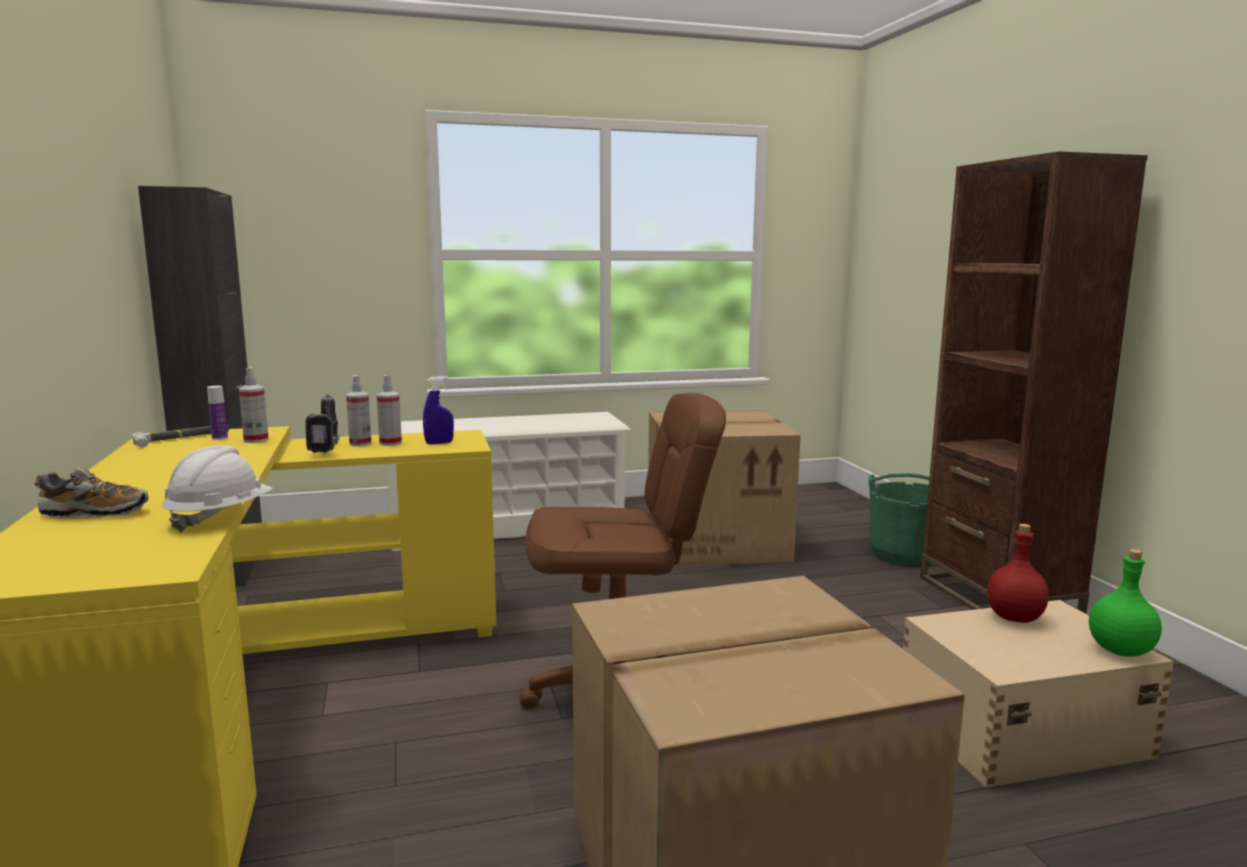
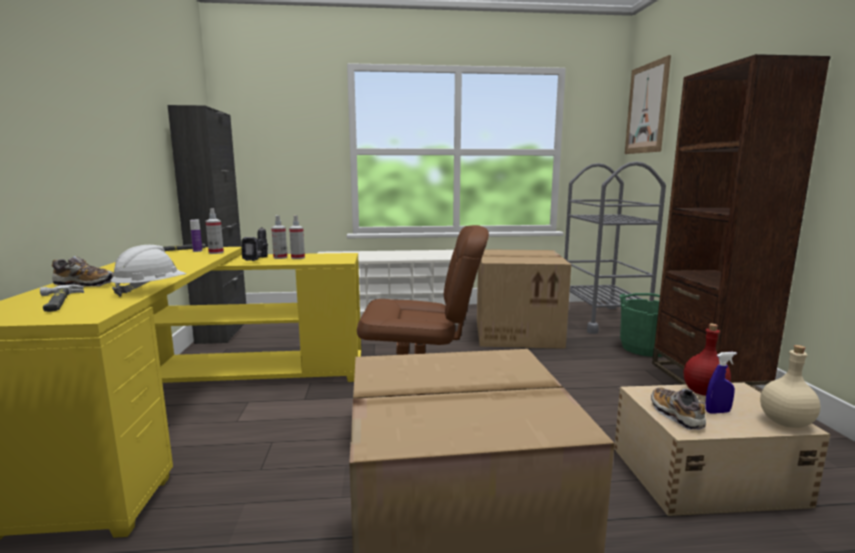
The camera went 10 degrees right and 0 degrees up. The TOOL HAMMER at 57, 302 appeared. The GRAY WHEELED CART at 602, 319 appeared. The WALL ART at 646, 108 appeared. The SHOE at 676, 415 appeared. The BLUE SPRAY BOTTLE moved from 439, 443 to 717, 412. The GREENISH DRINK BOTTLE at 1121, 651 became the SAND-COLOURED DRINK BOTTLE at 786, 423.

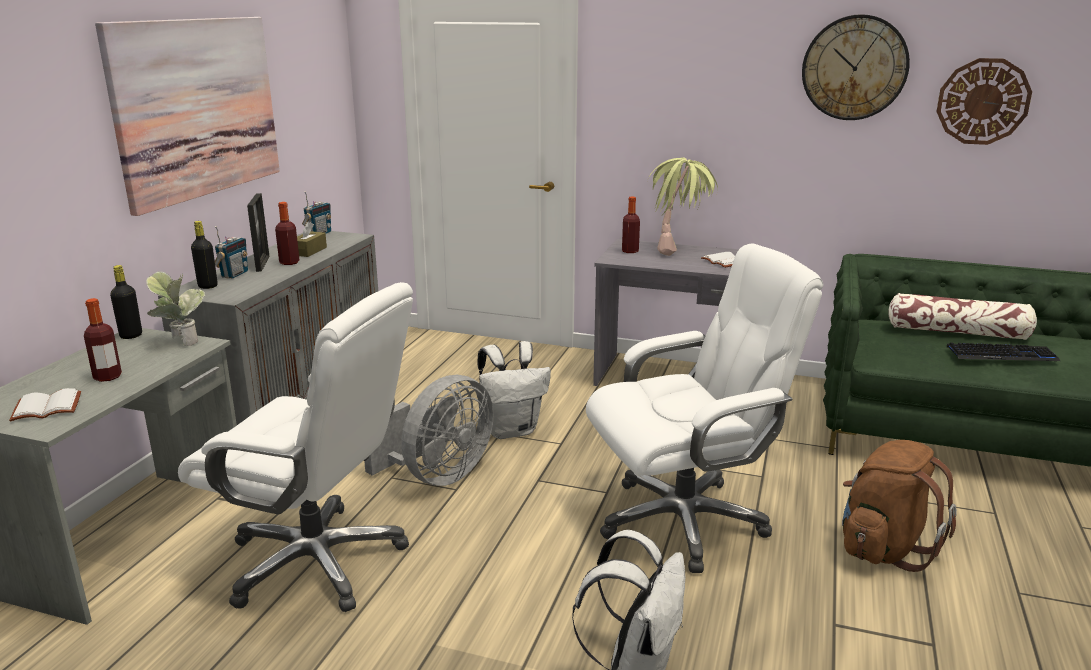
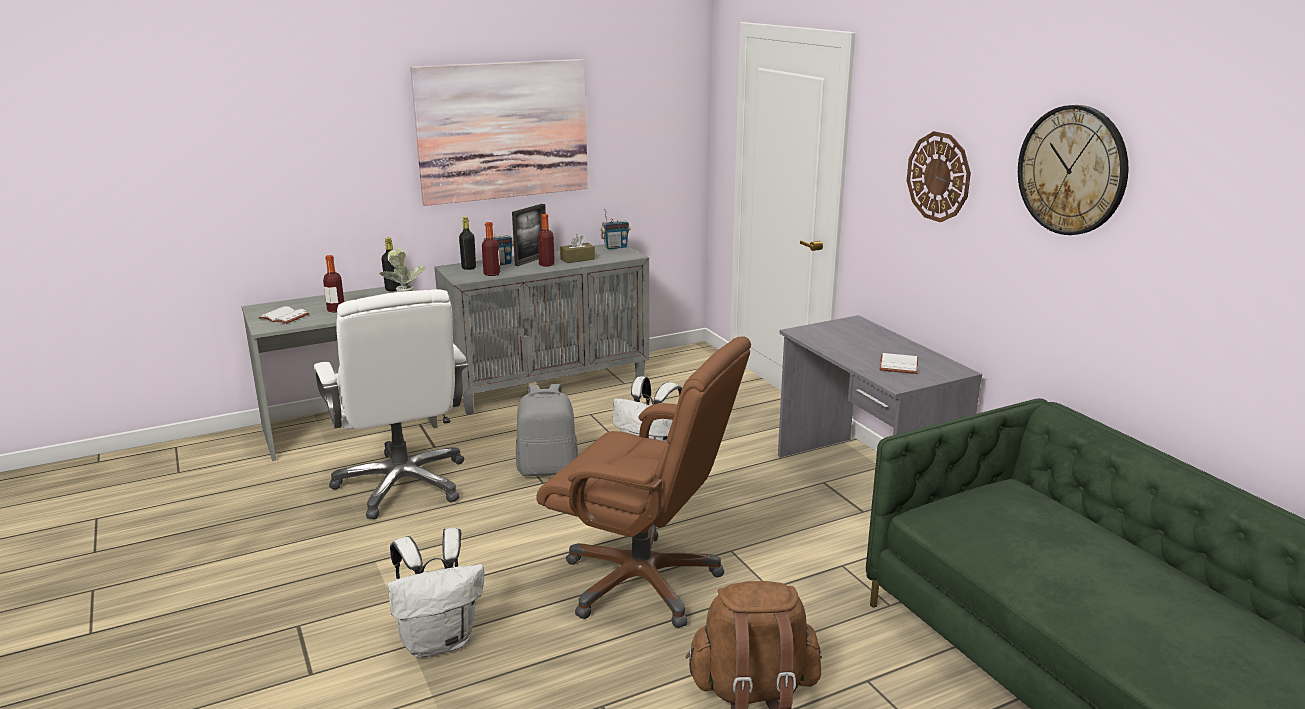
The camera went 45 degrees right and 0 degrees up. The DRINK BOTTLE moved from 630, 251 to 492, 274. The GRAY COOLING FAN at 438, 476 was replaced by the GRAY RUCKSACK at 548, 469. The WHITE DESK CHAIR at 684, 520 became the BROWN DESK CHAIR at 643, 582. The WALL CLOCK moved from 983, 101 to 938, 176. The POTTED PLANT at 679, 250 disappeared. The CUSHION at 957, 332 disappeared. The KEYBOARD at 1001, 354 disappeared.

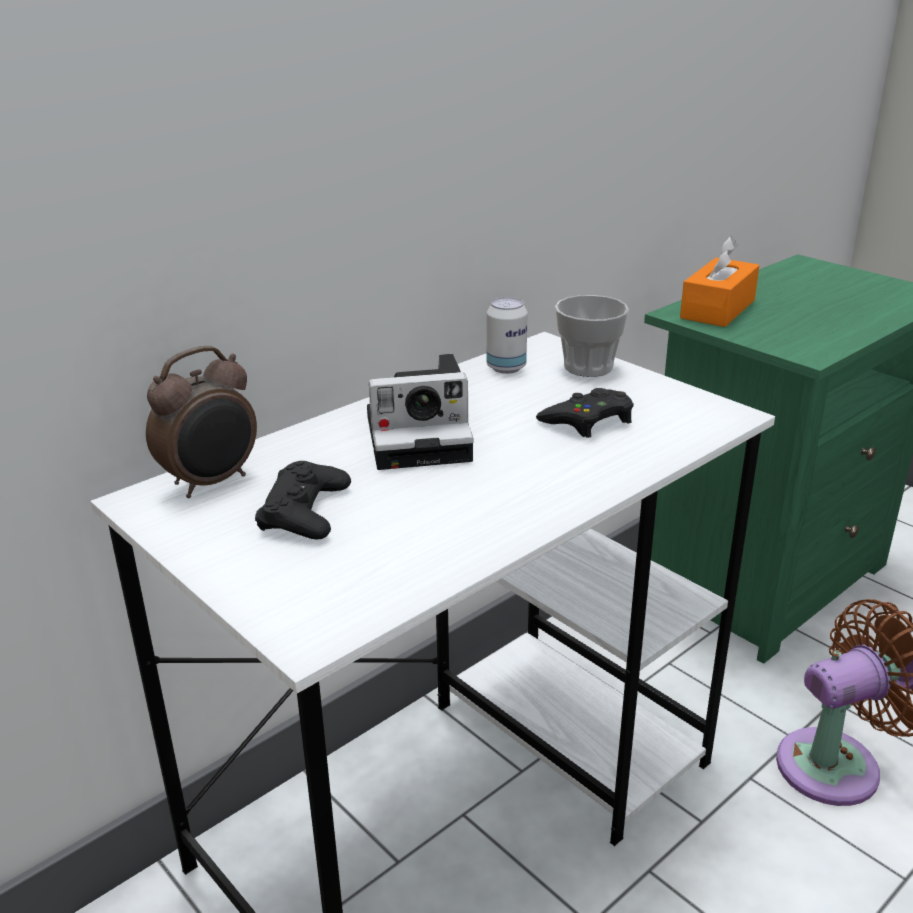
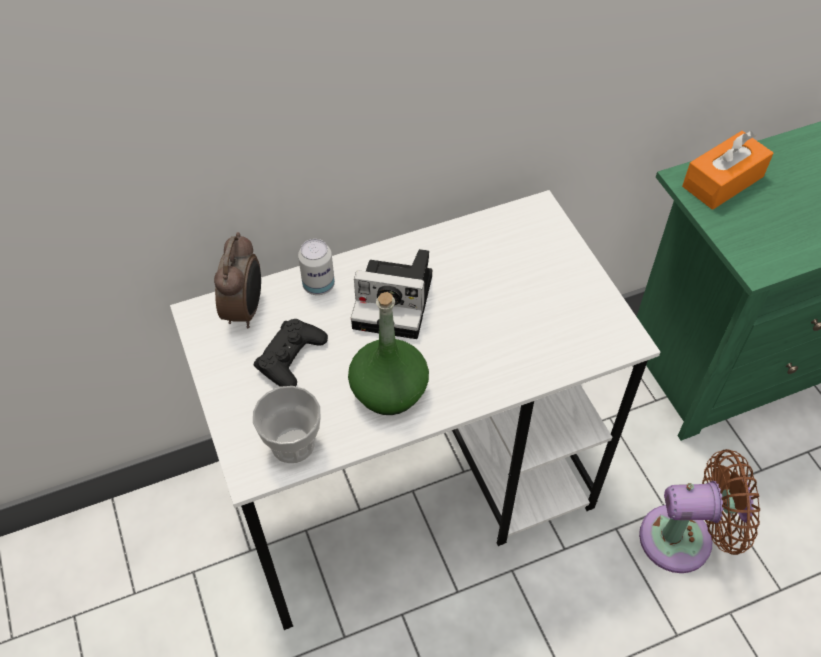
The camera went 20 degrees right and 25 degrees up. The TABLE CLOCK at 212, 482 turned 60 degrees counterclockwise. The SMALL CUP moved from 588, 367 to 293, 444. The SEALED CAN moved from 506, 368 to 318, 285. The GREENISH DRINK BOTTLE at 389, 391 appeared. The BLACK JOYPAD at 588, 421 disappeared.

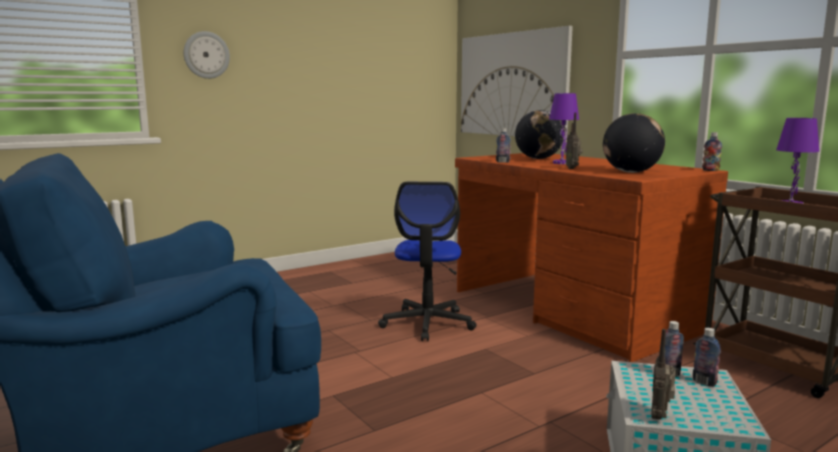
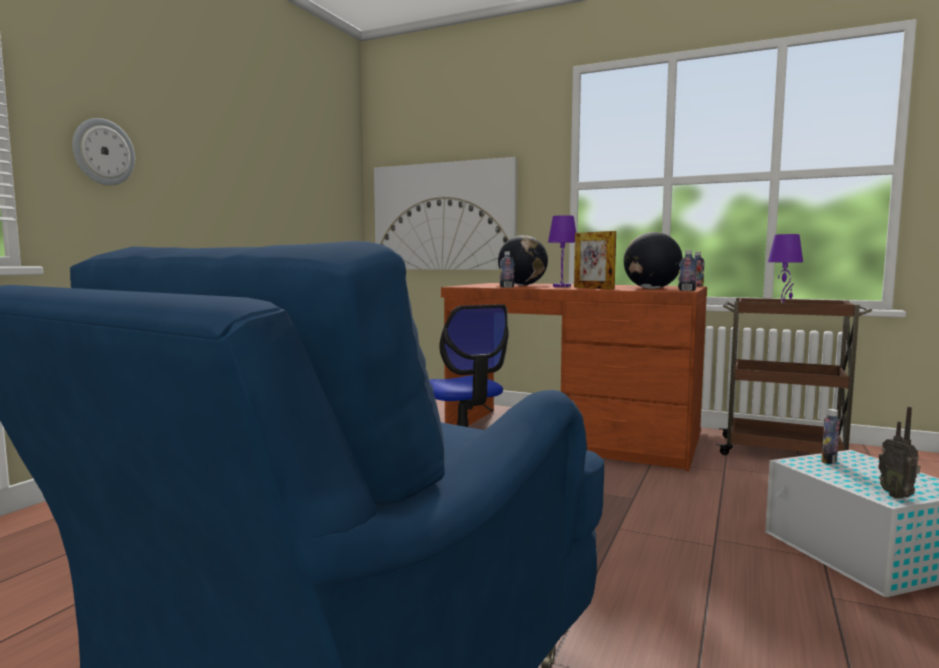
The camera went 30 degrees left and 5 degrees down. The RADIO RECEIVER at 573, 168 was replaced by the PHOTO FRAME at 593, 288. The DRINK BOTTLE moved from 704, 382 to 687, 290.

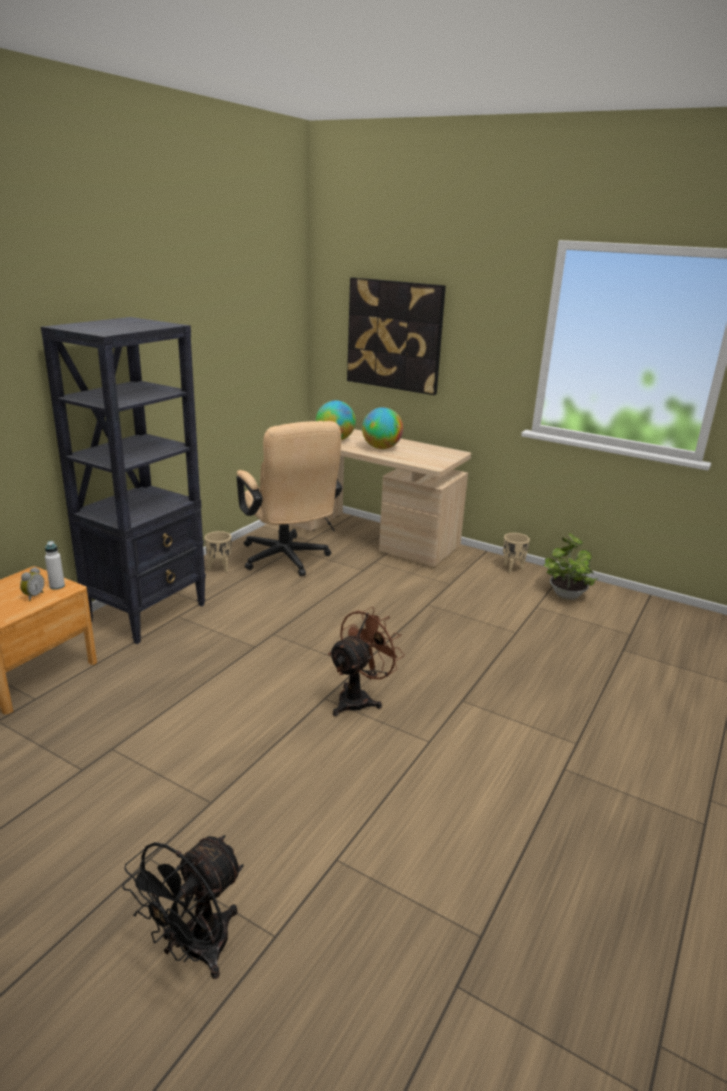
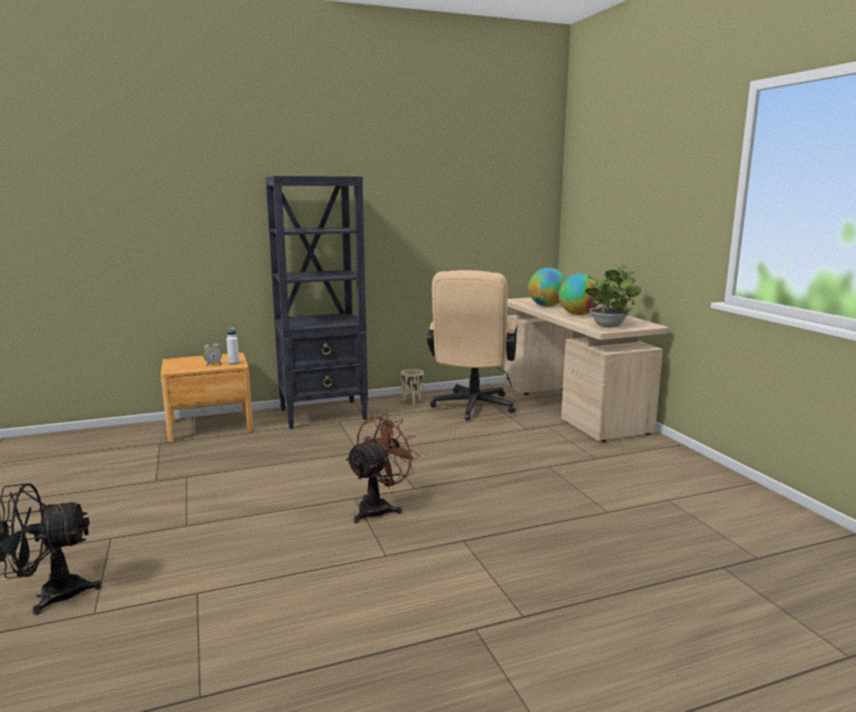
The camera went 40 degrees right and 10 degrees down. The BROWN COOLING FAN at 359, 698 turned 45 degrees counterclockwise. The POTTED PLANT moved from 566, 594 to 609, 325. The WALL ART at 394, 335 disappeared. The SAND-COLOURED FLOWER POT at 512, 568 disappeared.

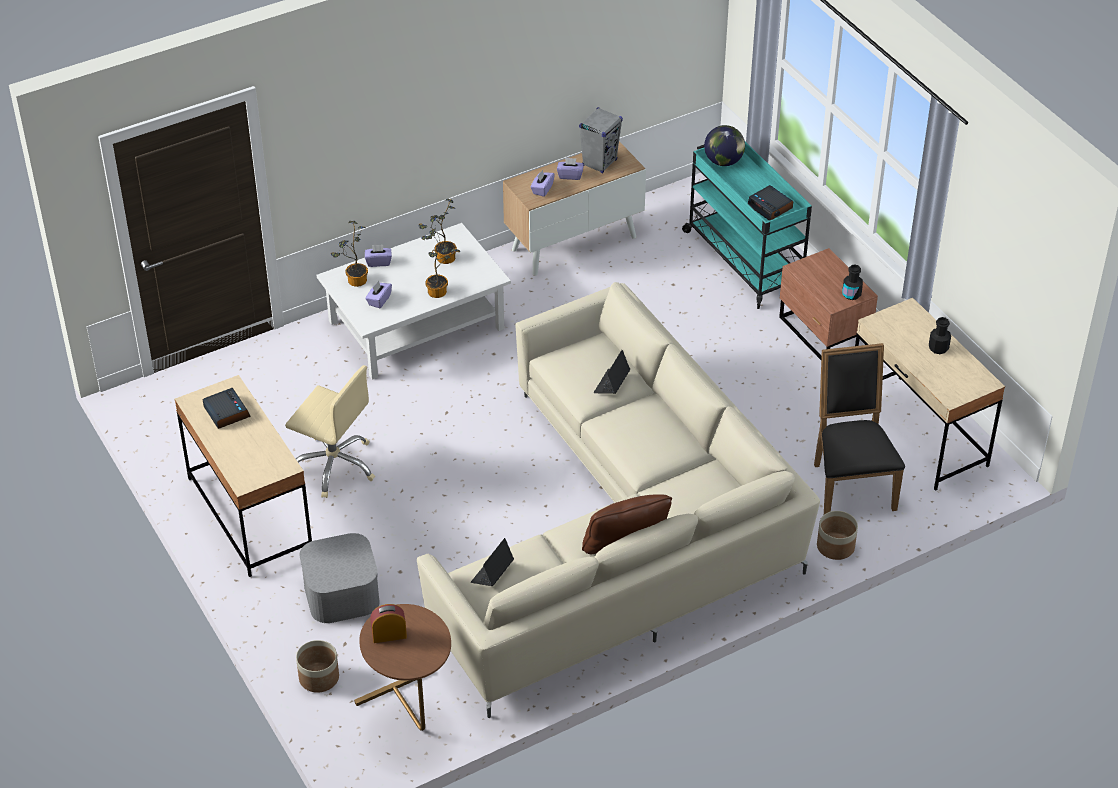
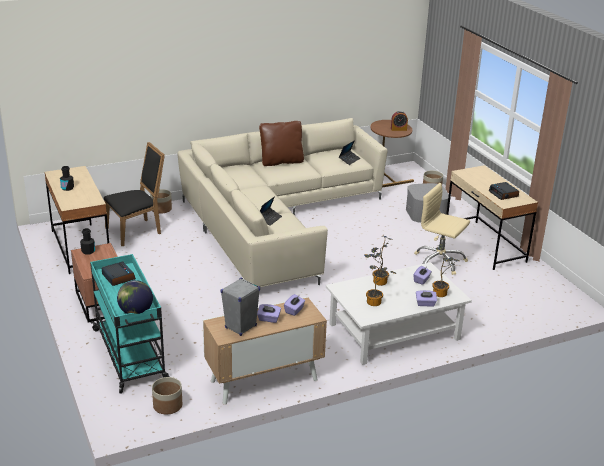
The camera went 175 degrees left and 15 degrees down. The BLACK CHAIR at 850, 483 turned 120 degrees counterclockwise. The FLOWER POT at 167, 406 appeared.

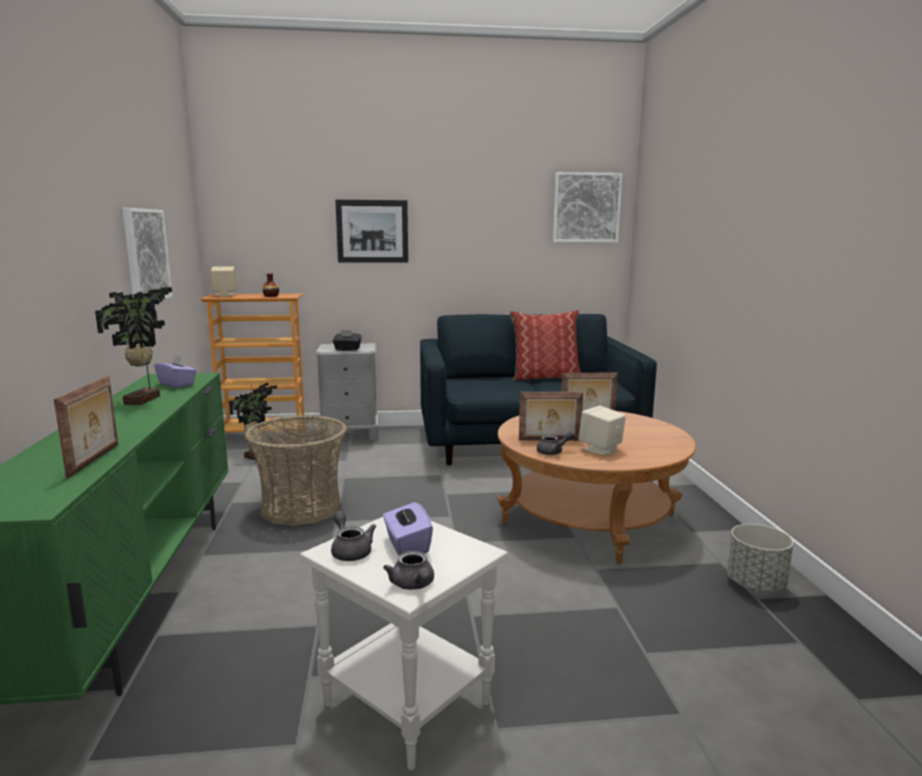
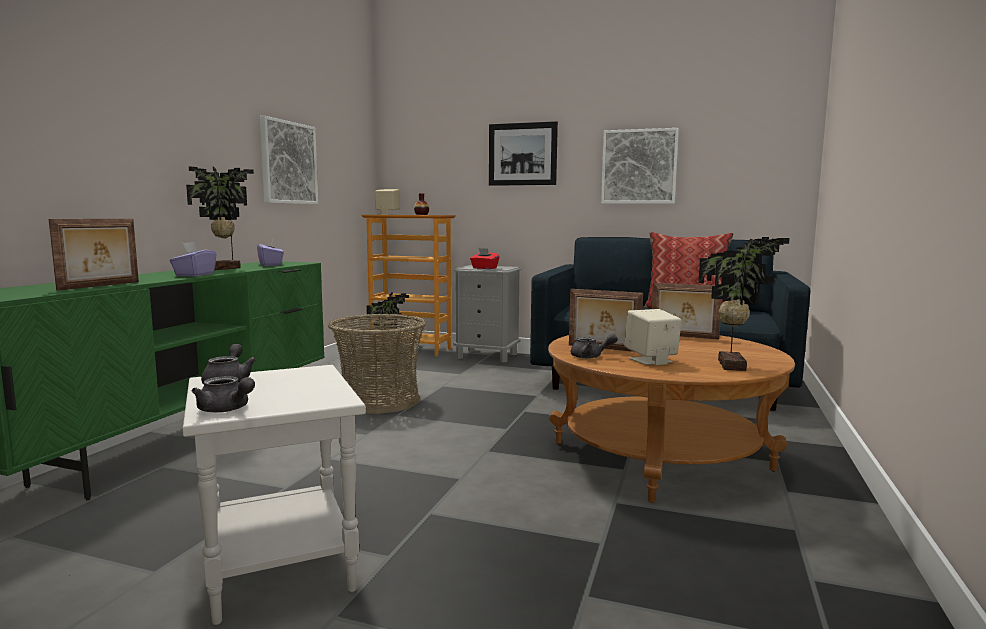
The camera went 25 degrees right and 5 degrees down. The PURPLISH BOX OF TISSUES moved from 407, 545 to 194, 275. The GRAY TEA POT at 413, 585 turned 60 degrees counterclockwise. The BLACK BOX OF TISSUES at 347, 349 became the RED-COLOURED BOX OF TISSUES at 484, 268. The WALL ART moved from 586, 207 to 639, 167. The POTTED PLANT at 734, 366 appeared. The GRAY FLOWER POT at 756, 584 disappeared.

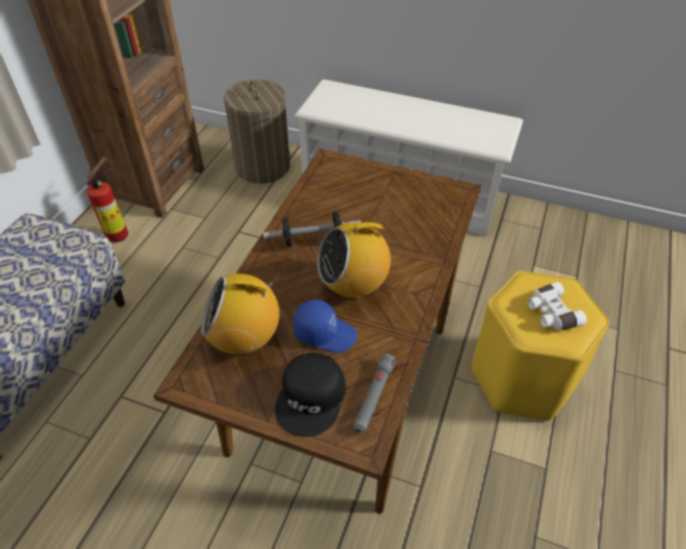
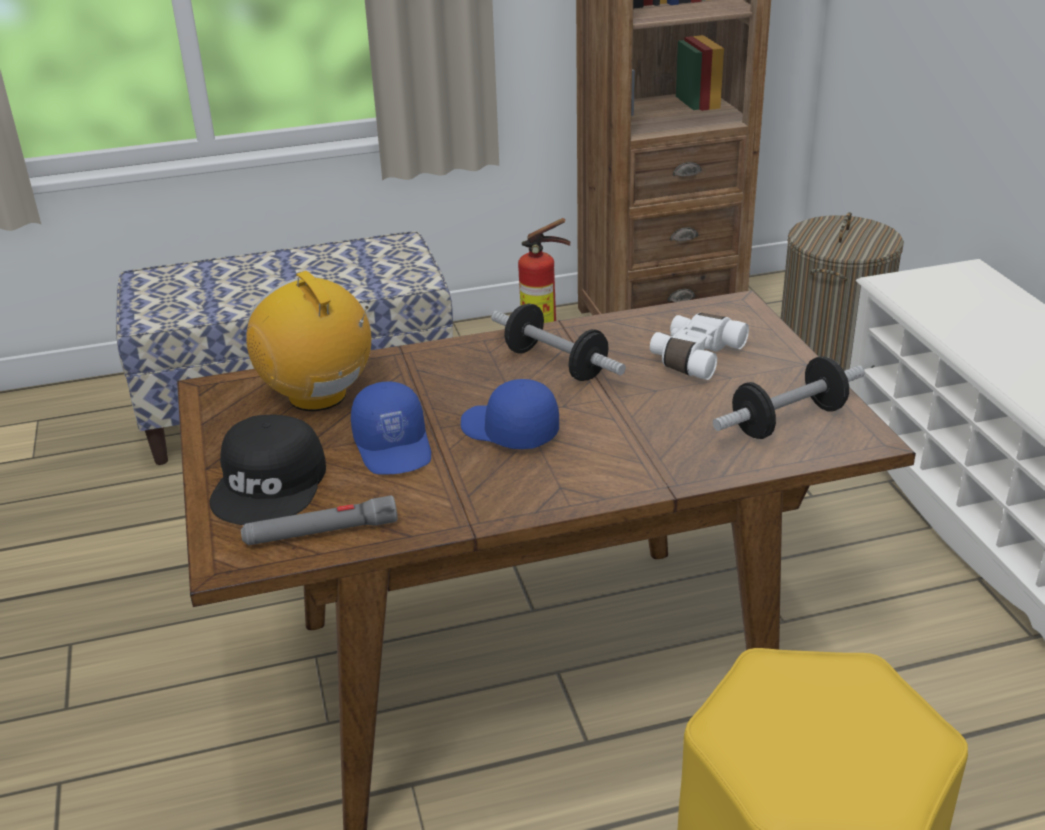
The camera went 55 degrees right and 15 degrees down. The BLACK CAP at 312, 398 turned 60 degrees counterclockwise. The RADIO RECEIVER at 353, 286 was replaced by the BLUE CAP at 508, 431. The WHITE PAIR OF BINOCULARS moved from 550, 313 to 694, 356. The DUMBBELL at 788, 421 appeared.

